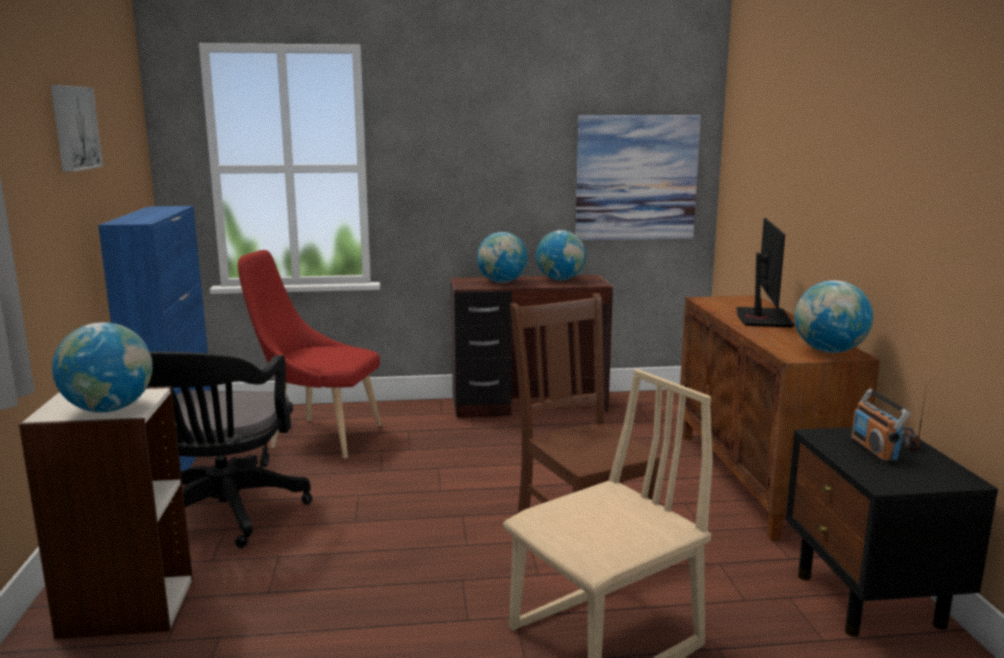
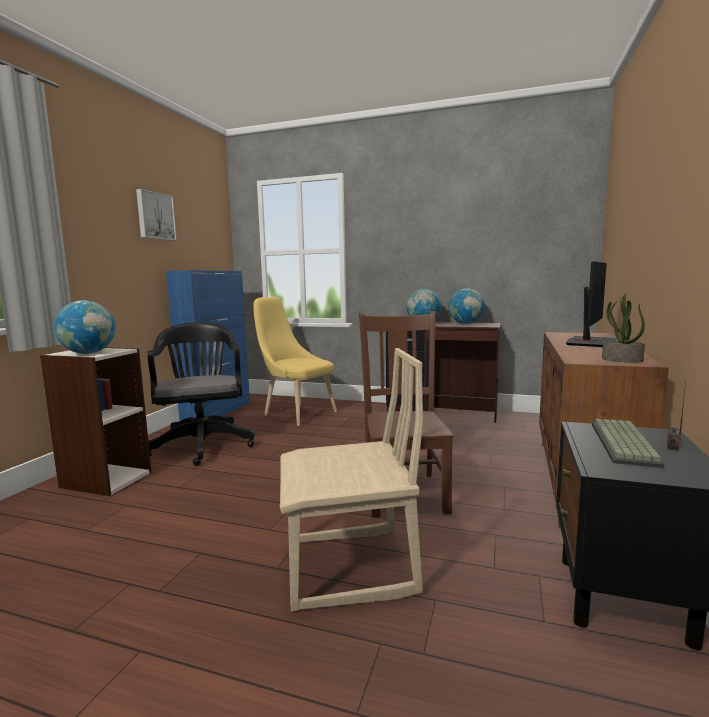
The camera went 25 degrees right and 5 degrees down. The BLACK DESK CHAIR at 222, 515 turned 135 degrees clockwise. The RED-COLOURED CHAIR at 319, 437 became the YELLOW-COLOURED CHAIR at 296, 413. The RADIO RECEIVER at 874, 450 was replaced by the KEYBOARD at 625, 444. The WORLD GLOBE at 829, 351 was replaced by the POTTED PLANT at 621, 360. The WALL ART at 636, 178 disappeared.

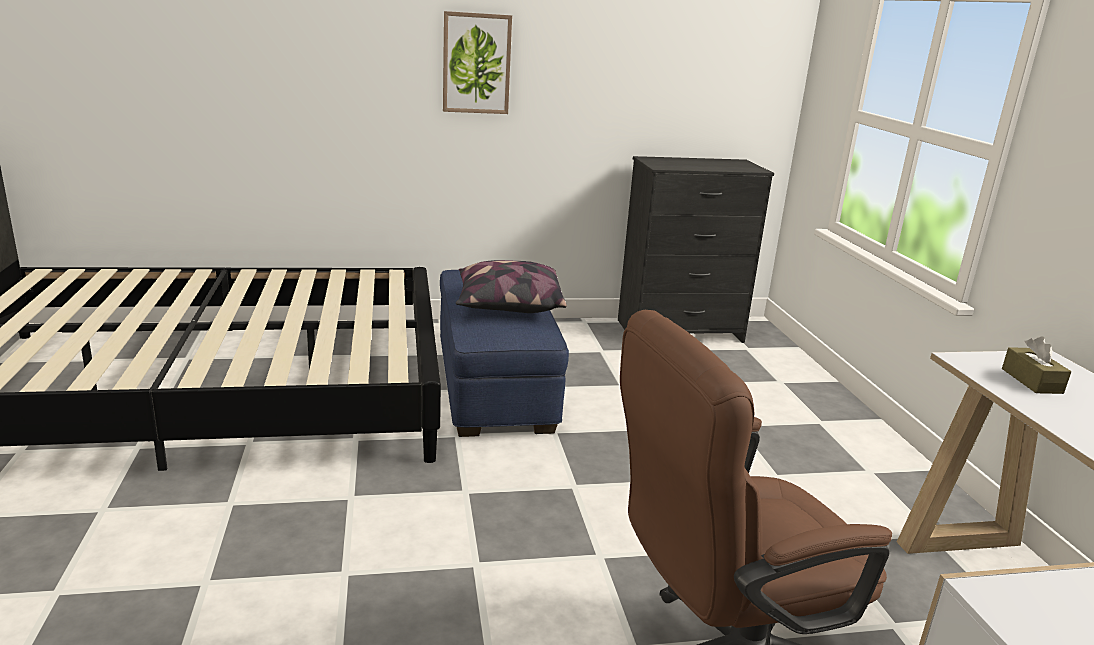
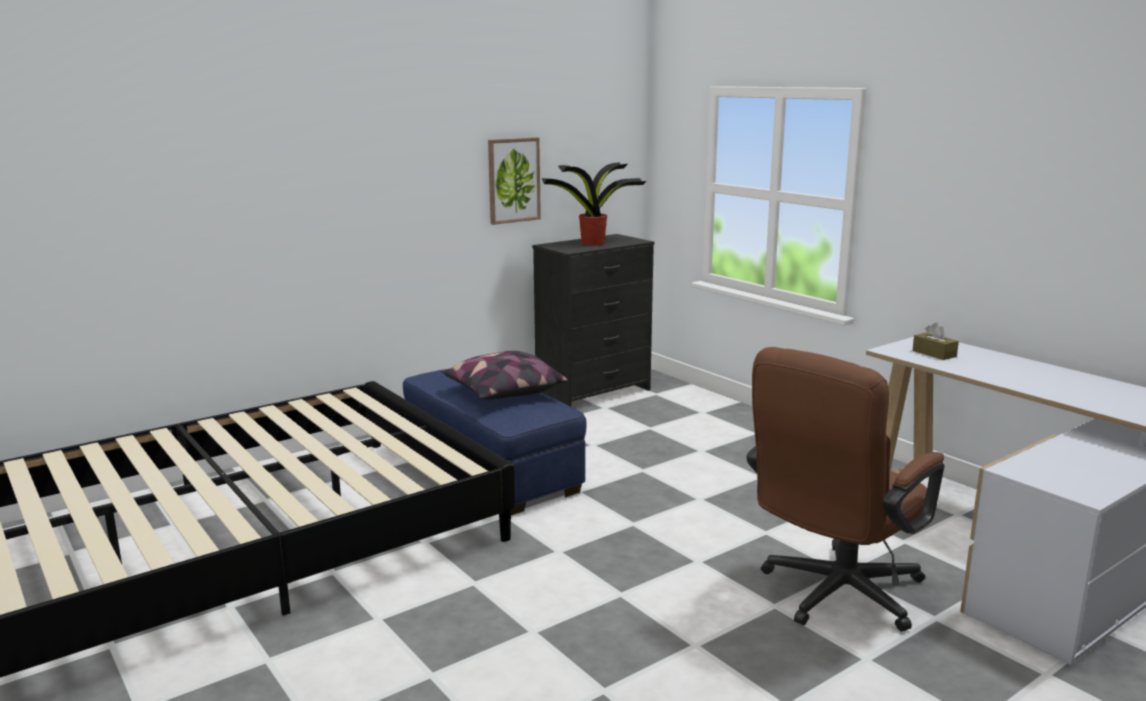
The camera went 25 degrees left and 5 degrees down. The WALL ART moved from 476, 63 to 513, 180. The POTTED PLANT at 594, 243 appeared.

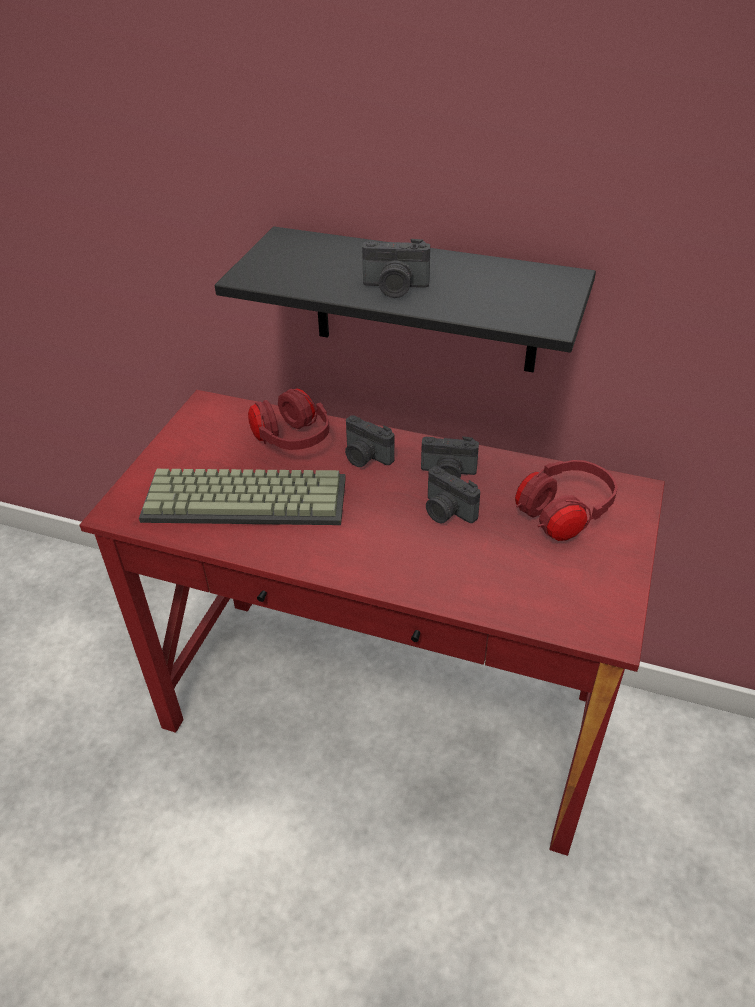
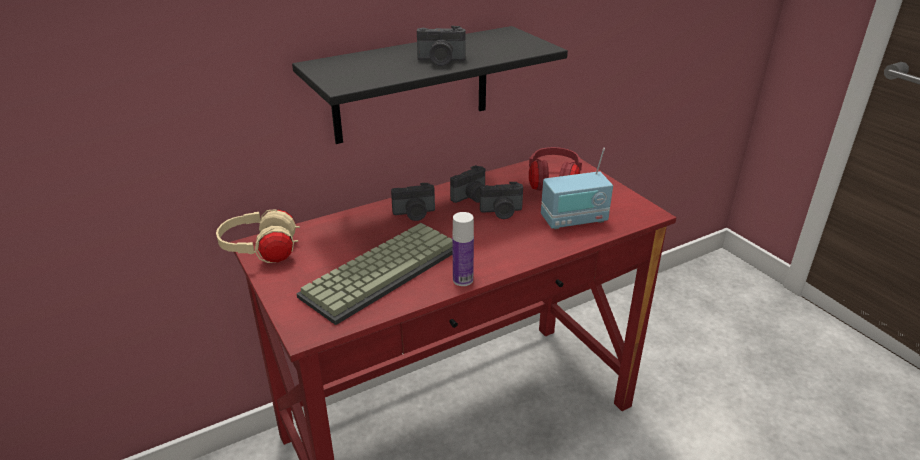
The camera went 50 degrees left and 10 degrees down. The SAND-COLOURED HEADSET at 262, 252 appeared. The STILL CAMERA at 395, 288 turned 45 degrees clockwise. The DRINK BOTTLE at 463, 280 appeared. The RADIO RECEIVER at 574, 220 appeared. The RED-COLOURED HEADSET at 292, 441 disappeared.

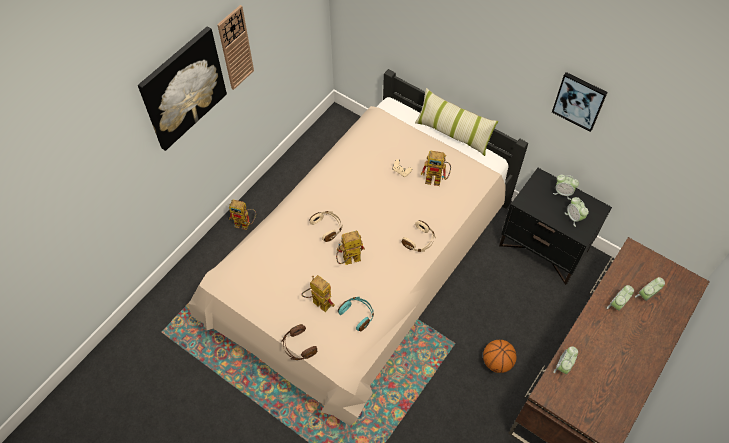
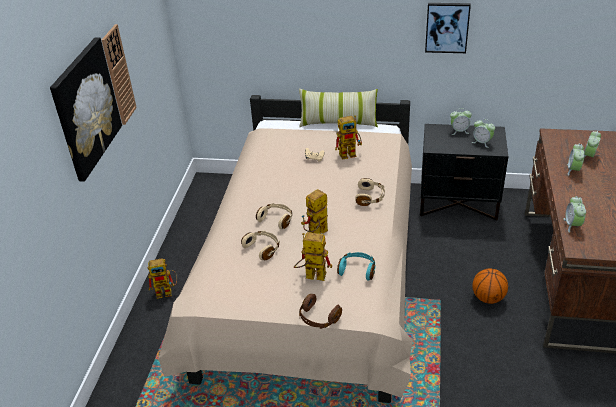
The camera went 25 degrees left and 20 degrees down. The SAND-COLOURED HEADSET at 263, 248 appeared.

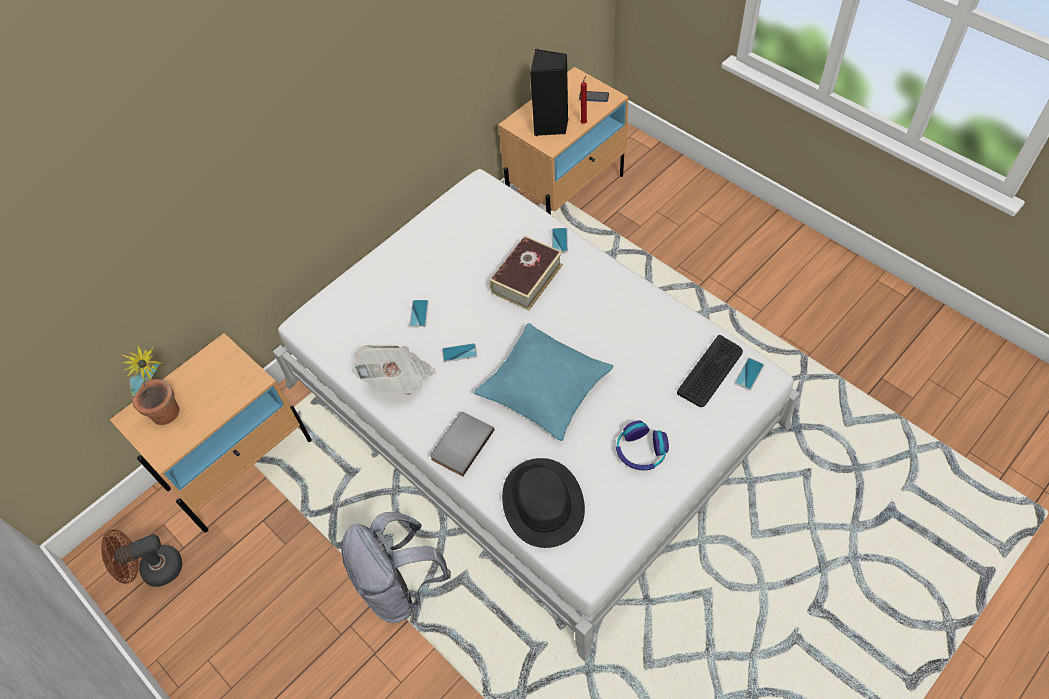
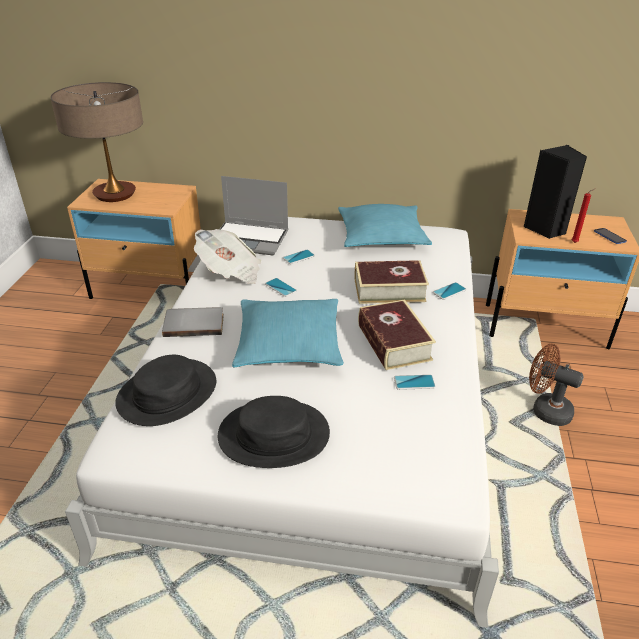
The camera went 50 degrees right and 20 degrees down. The POTTED PLANT at 172, 416 was replaced by the TABLE LAMP at 115, 194. The HEADSET at 641, 451 was replaced by the BLACK WEARABLE HAT at 274, 434. The NOTEBOOK COMPUTER at 250, 239 appeared. The TURQUOISE-COLOURED CUSHION at 381, 236 appeared. The BOOK at 394, 342 appeared. The HANDSET moved from 749, 374 to 414, 382. The BROWN COOLING FAN moved from 155, 570 to 545, 410. The GRAY RUCKSACK at 401, 586 disappeared. The KEYBOARD at 710, 371 disappeared.

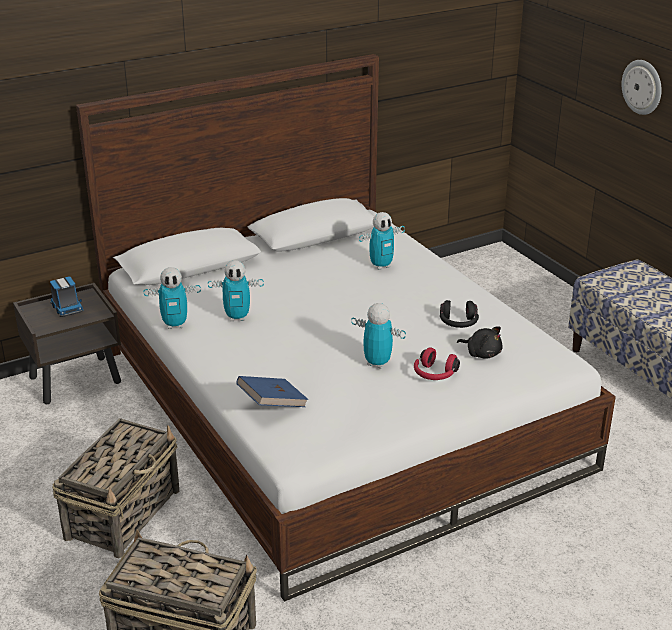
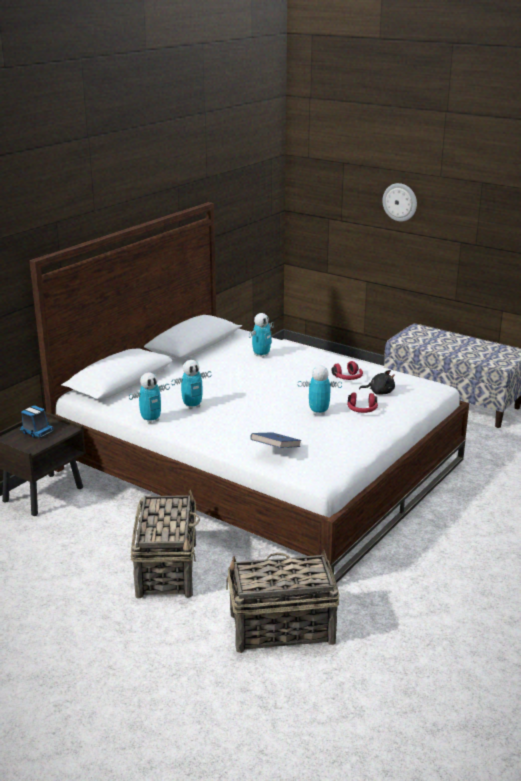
The camera went 25 degrees left and 5 degrees down. The BLACK HEADSET at 458, 323 became the RED-COLOURED HEADSET at 348, 378.

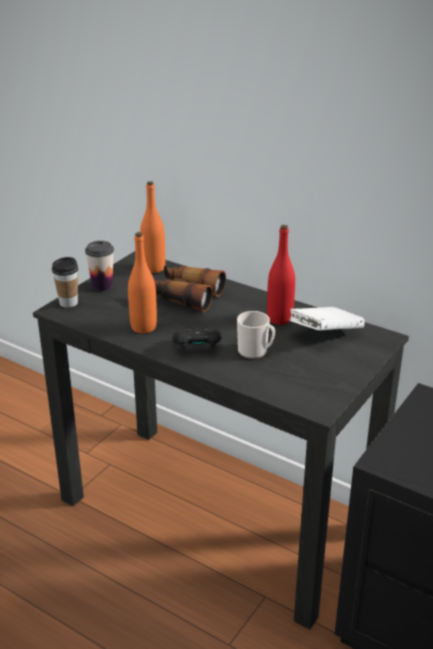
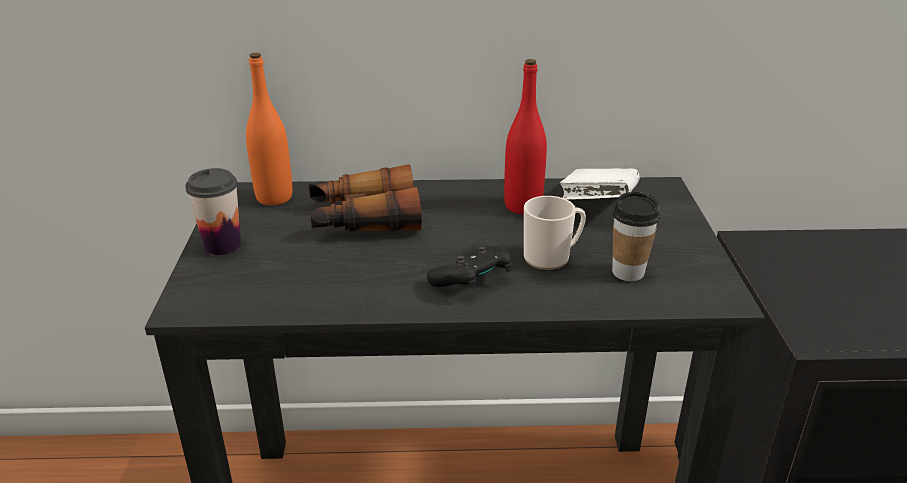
The camera went 35 degrees left and 0 degrees up. The SMALL CUP moved from 68, 303 to 628, 272. The ORANGE-COLOURED DRINK BOTTLE at 143, 327 disappeared.

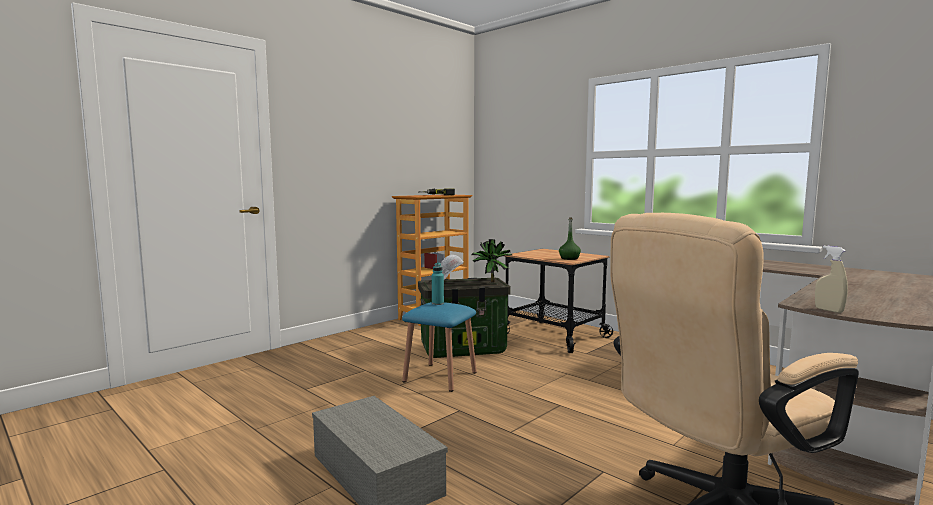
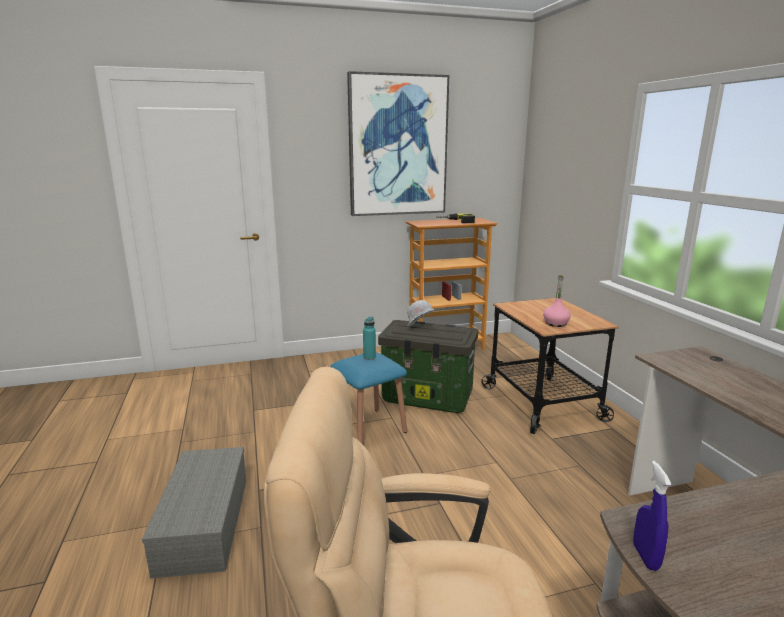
The camera went 30 degrees right and 10 degrees up. The WALL ART at 397, 146 appeared. The GREENISH DRINK BOTTLE at 569, 258 became the PINK DRINK BOTTLE at 555, 323. The SAND-COLOURED SPRAY BOTTLE at 829, 310 became the BLUE SPRAY BOTTLE at 645, 557. The POTTED PLANT at 490, 281 disappeared.

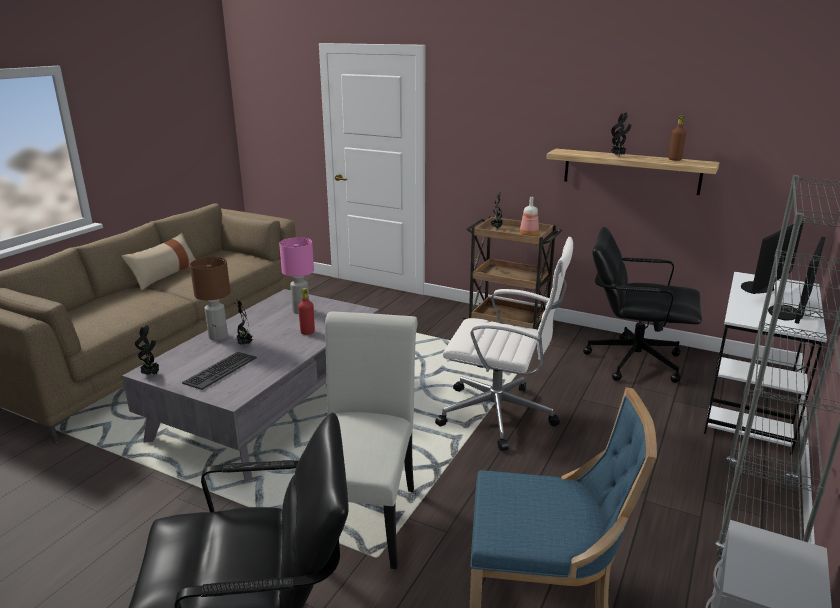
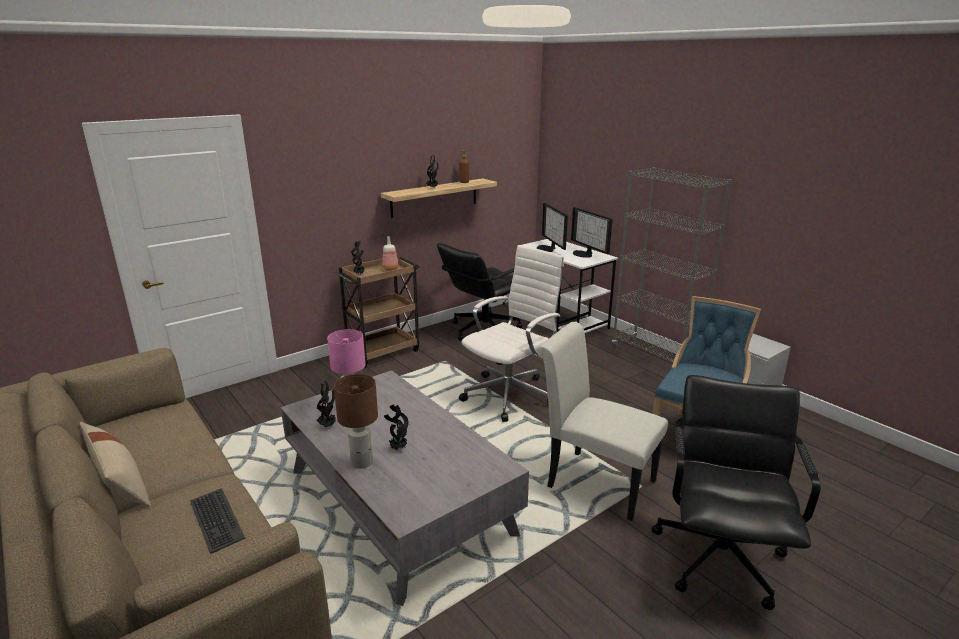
The camera went 65 degrees left and 0 degrees up. The KEYBOARD moved from 220, 370 to 216, 520. The POTTED PLANT moved from 151, 374 to 328, 425. The RED-COLOURED DRINK BOTTLE at 307, 332 disappeared.

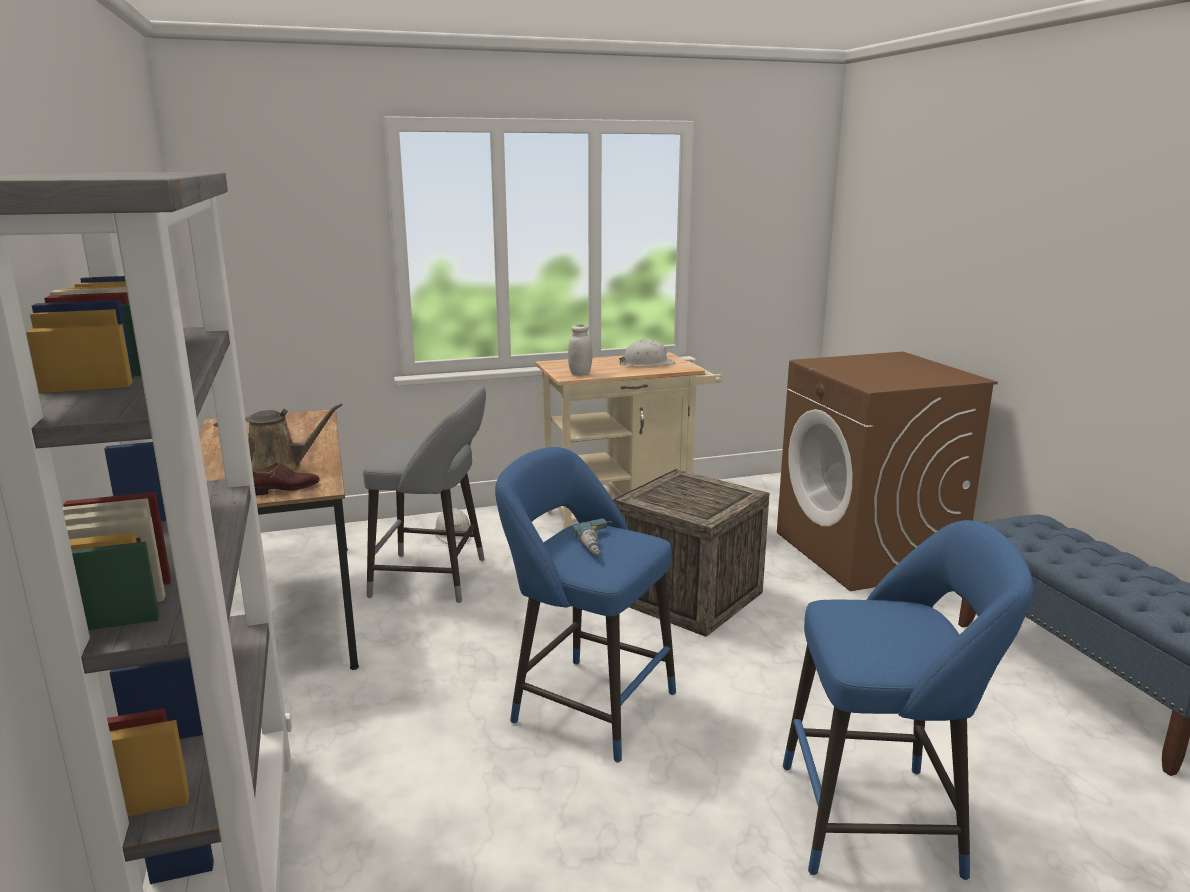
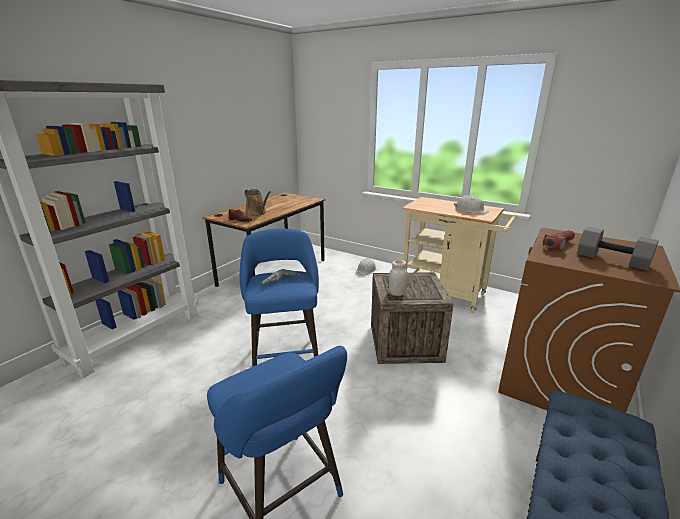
The camera went 50 degrees right and 5 degrees up. The WHITE JAR moved from 580, 374 to 397, 293. The FLASHLIGHT at 558, 245 appeared. The GRAY DUMBBELL at 611, 260 appeared. The GRAY STOOL at 436, 578 disappeared.

